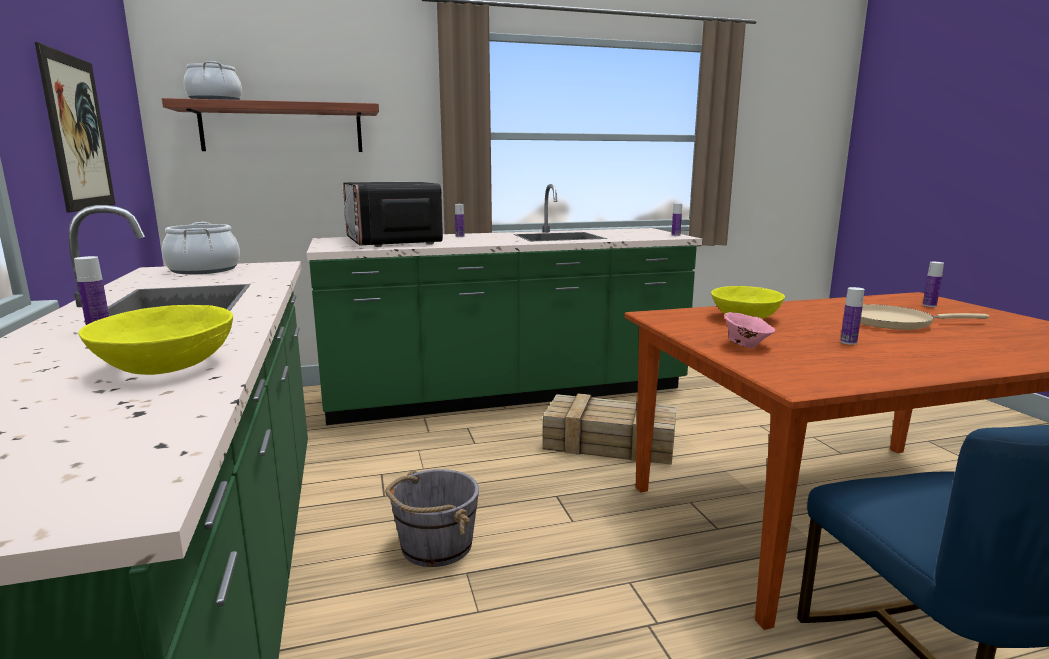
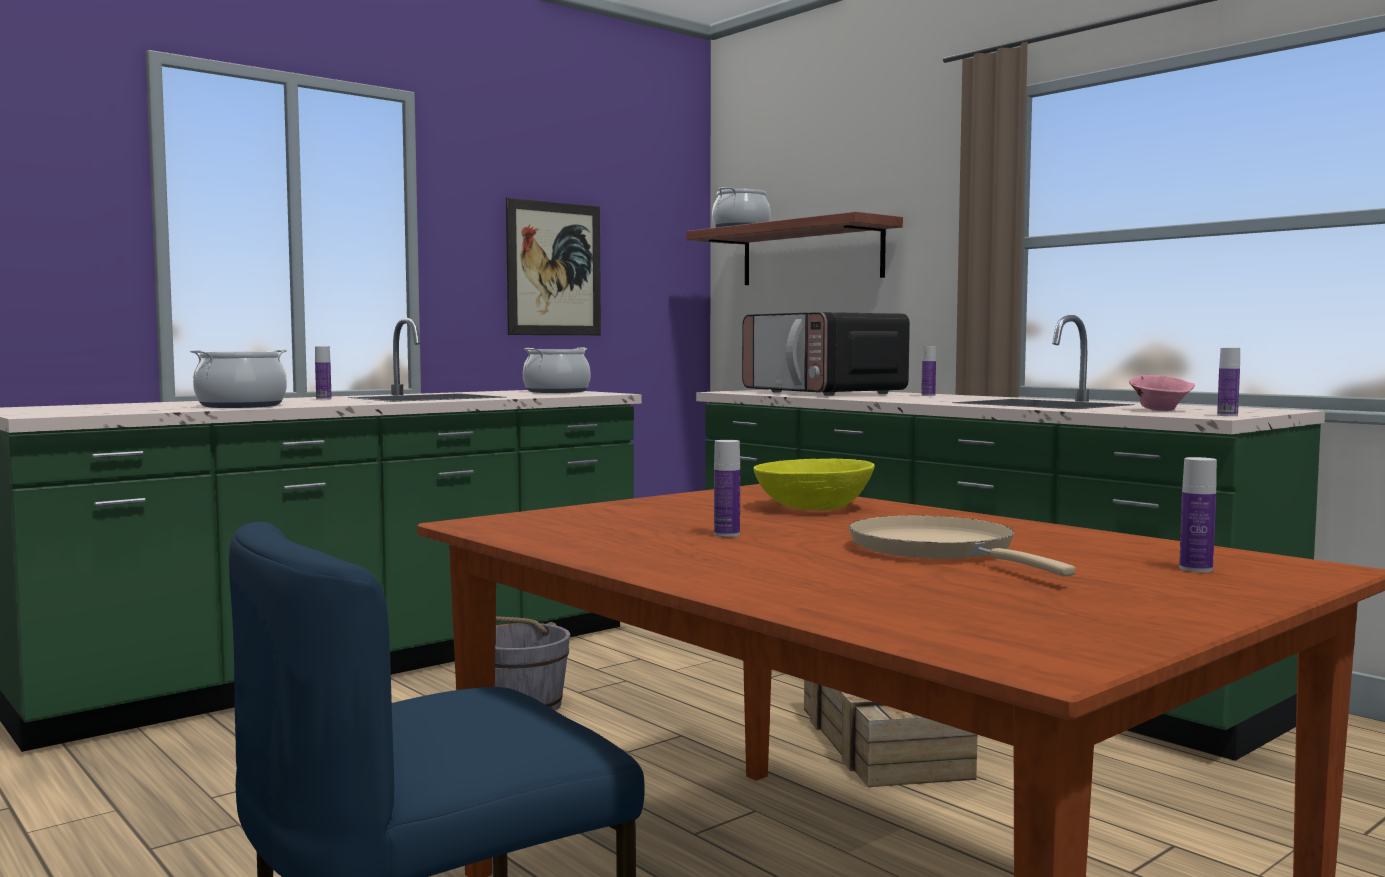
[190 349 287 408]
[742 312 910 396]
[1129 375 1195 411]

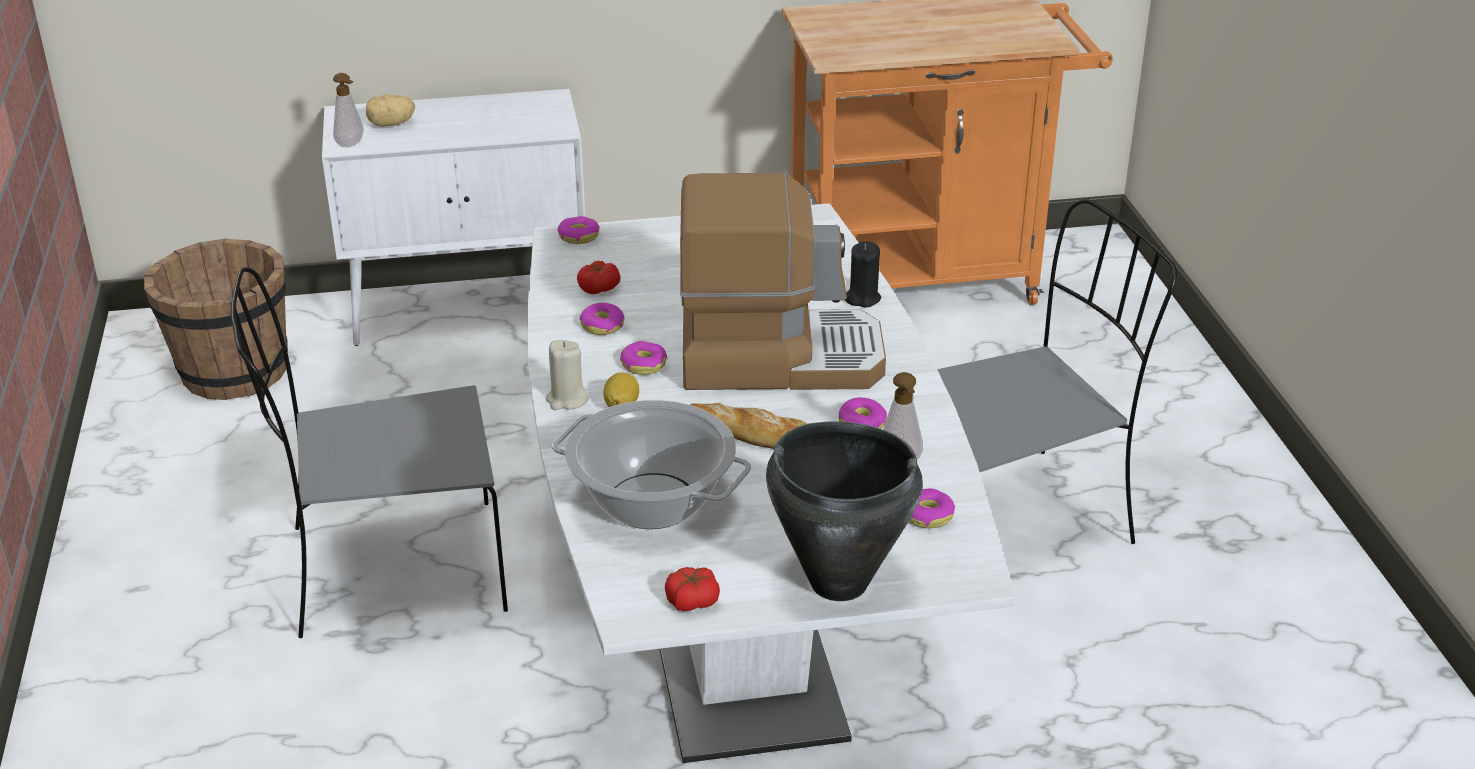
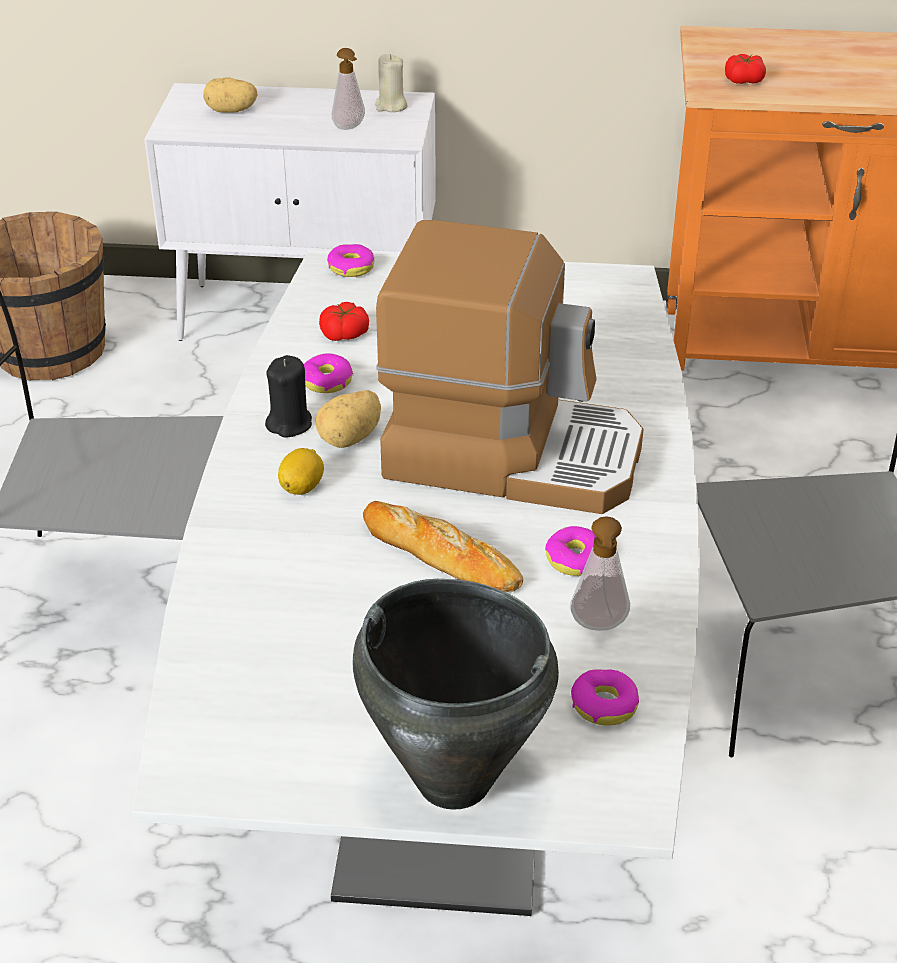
[332 48 365 130]
[375 54 408 112]
[552 400 751 529] (first image)
[316 390 381 448]
[725 54 766 84]
[265 355 312 438]

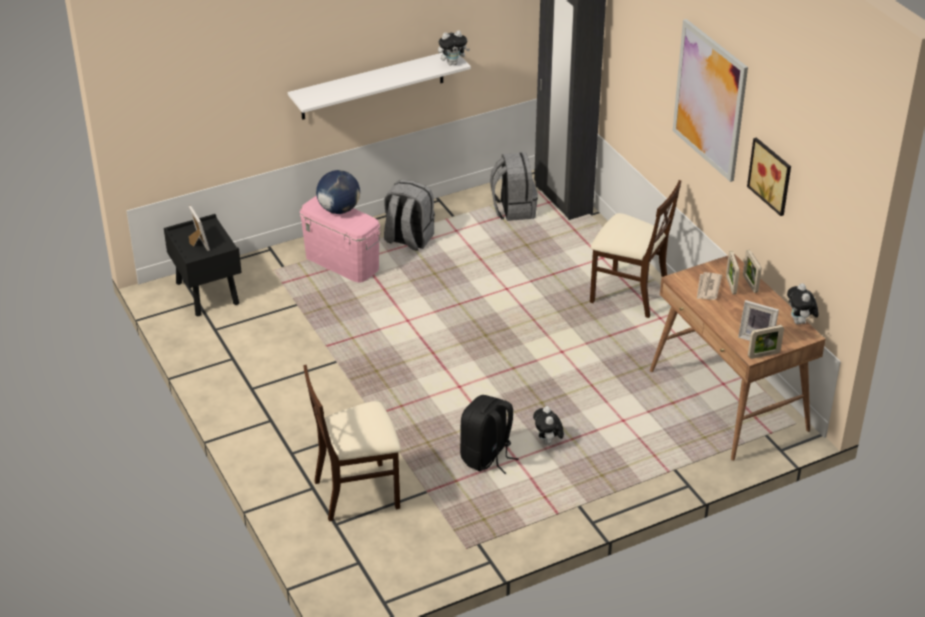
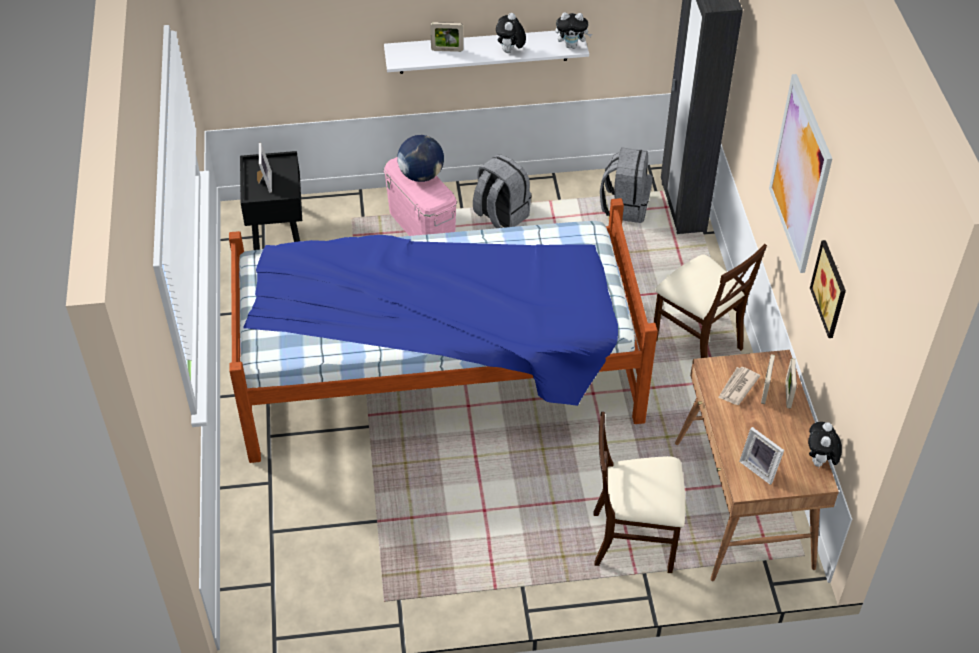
[594 412 685 573]
[460 395 519 474] (first image)
[496 13 526 53]
[430 22 464 52]
[229 198 658 463]

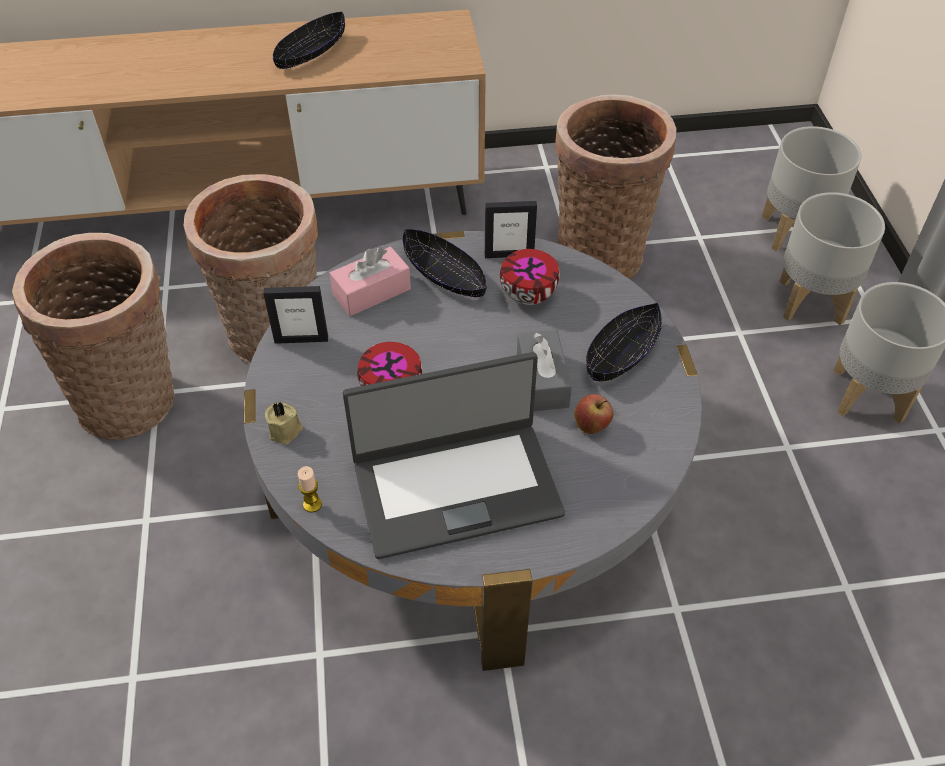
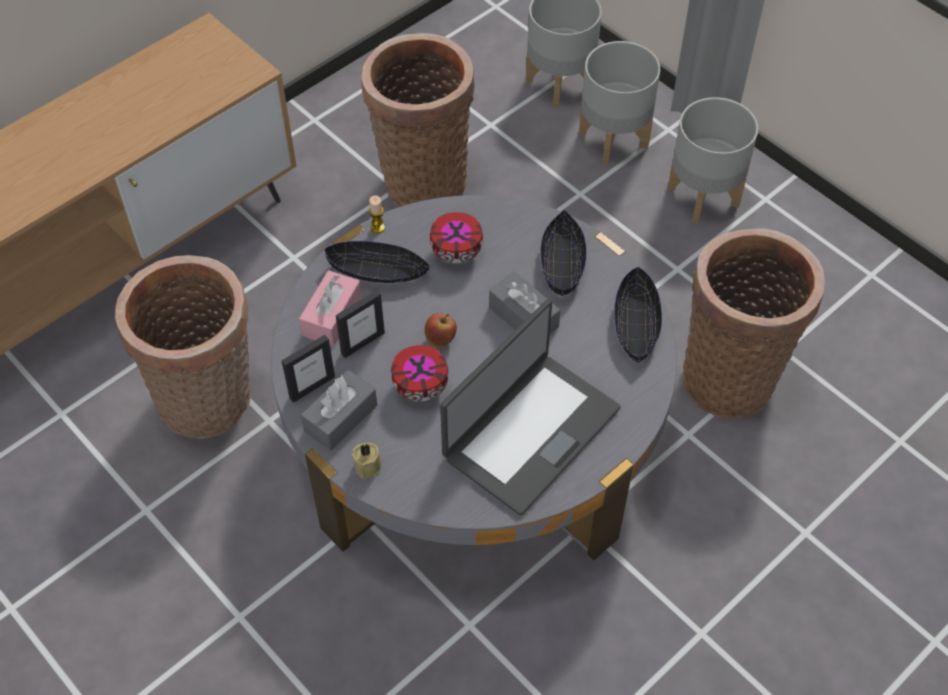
[683 229 825 419]
[614 267 662 363]
[369 195 385 233]
[336 290 385 358]
[425 313 457 347]
[301 370 377 451]

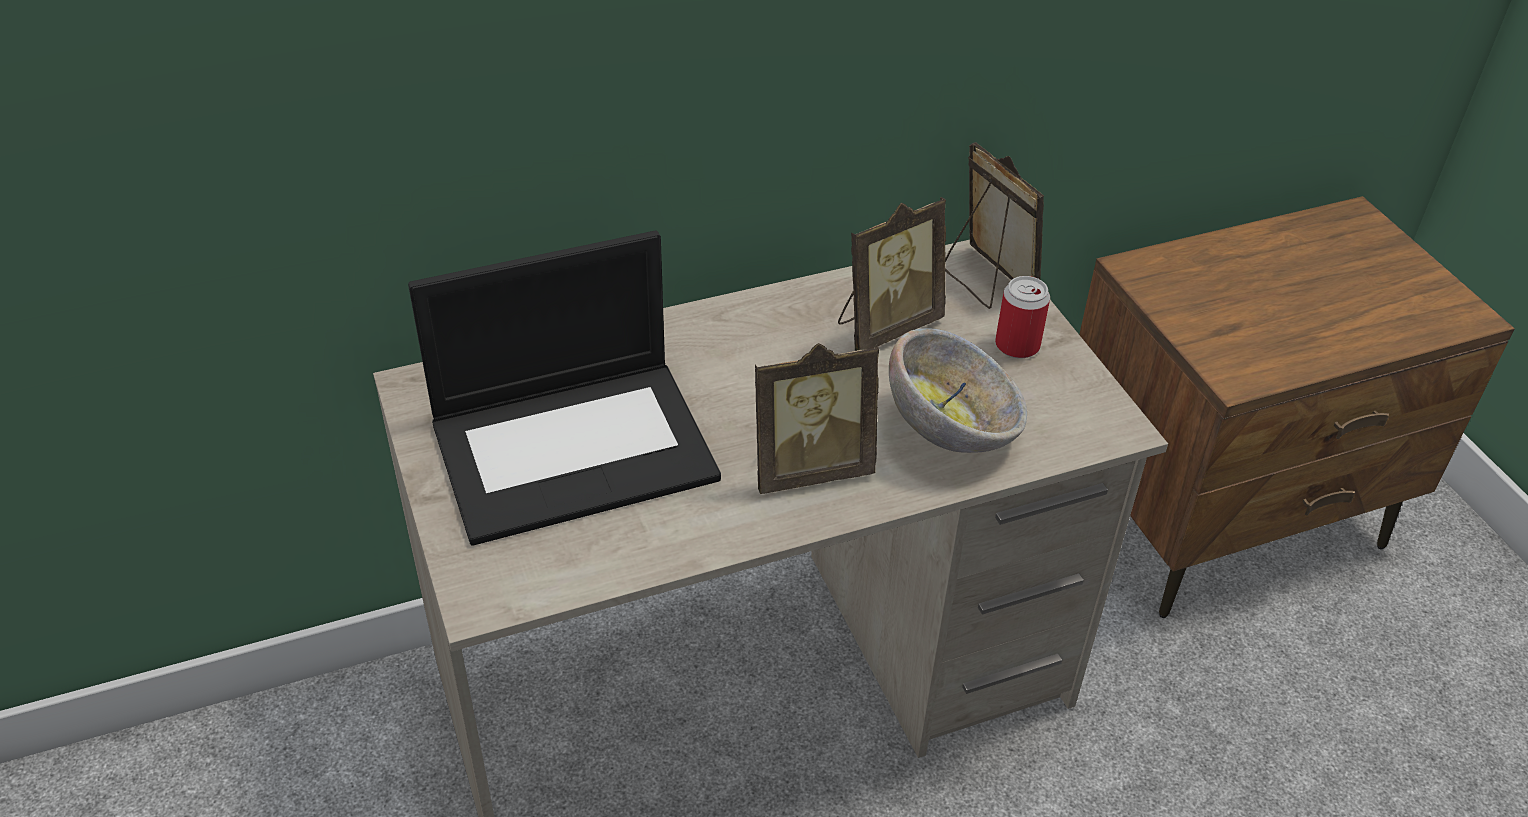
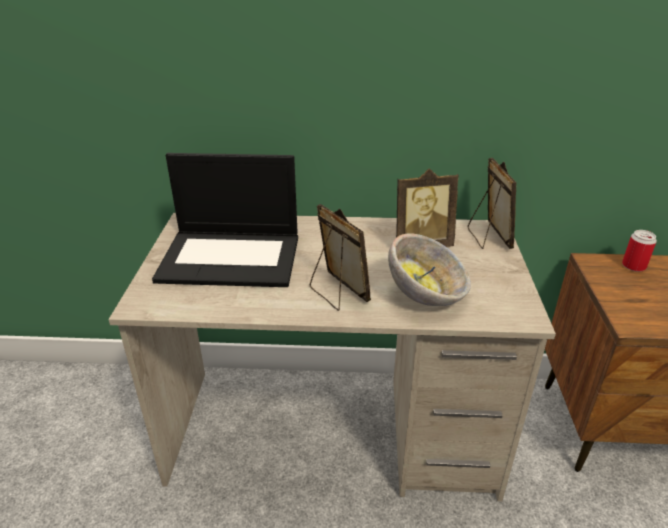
[310 204 371 311]
[622 230 657 272]

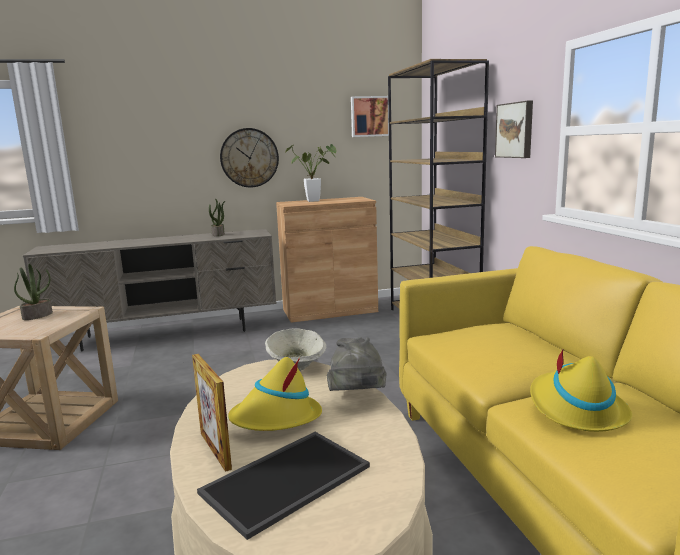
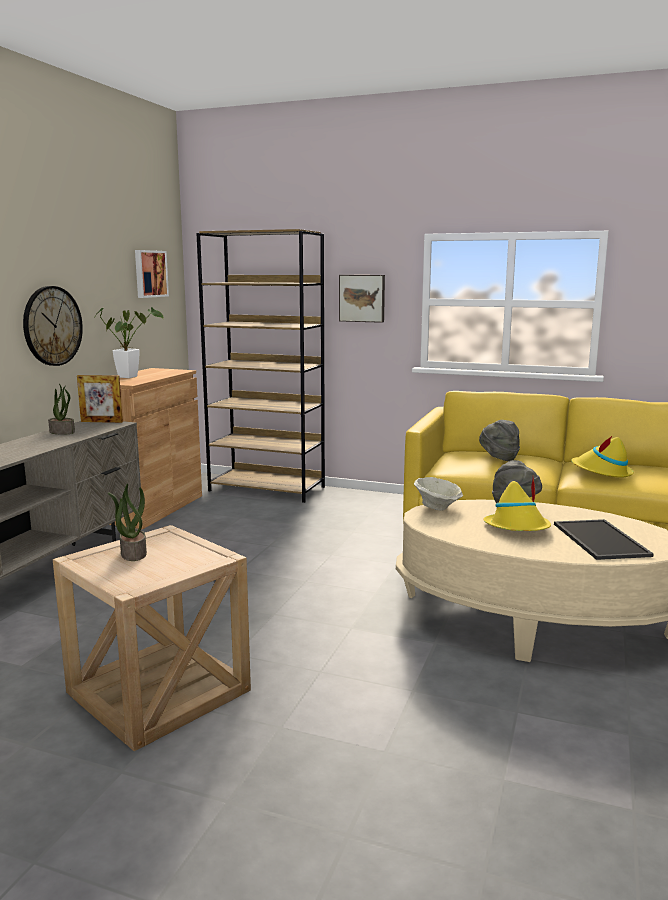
[77 375 123 423]
[479 420 520 461]

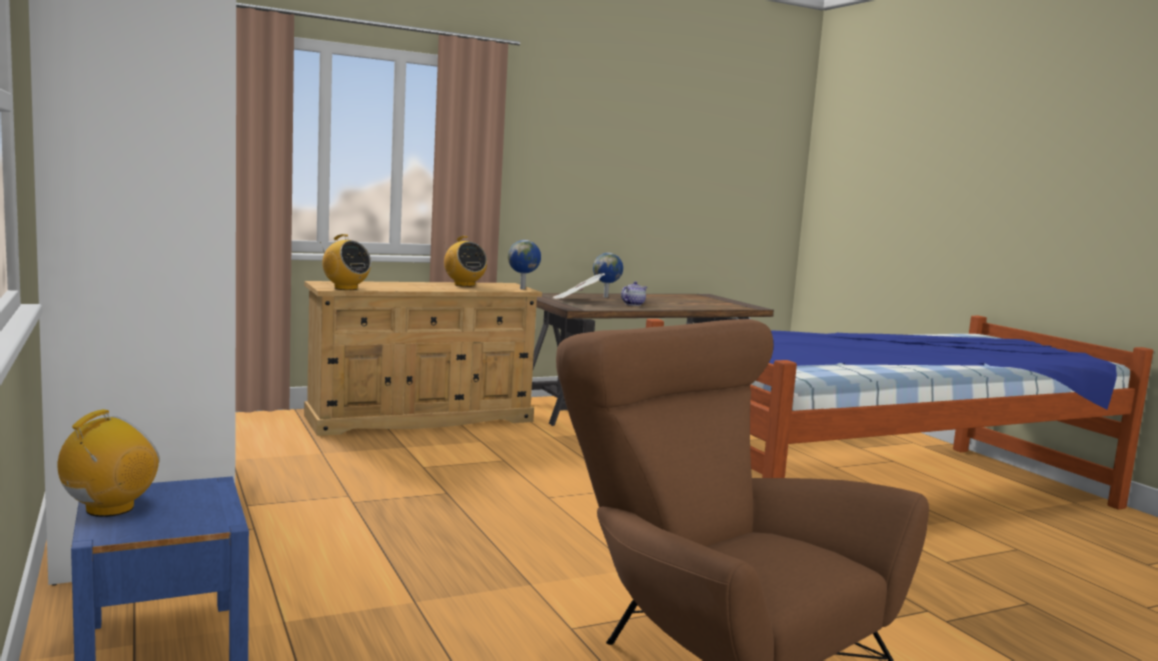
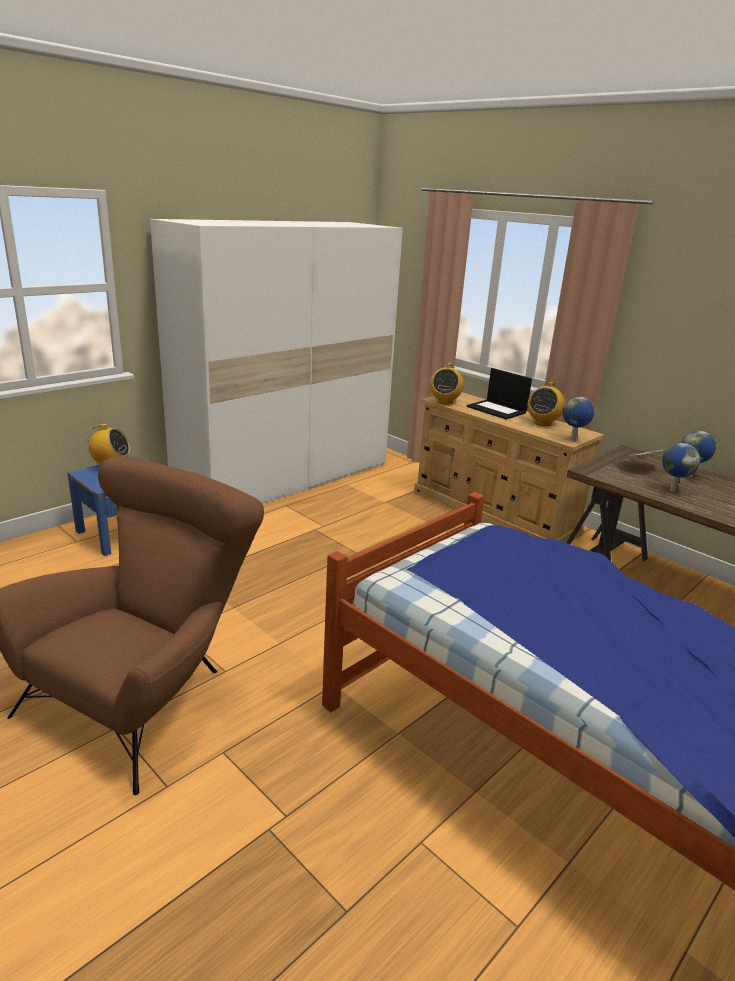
[662 443 700 492]
[466 368 532 420]

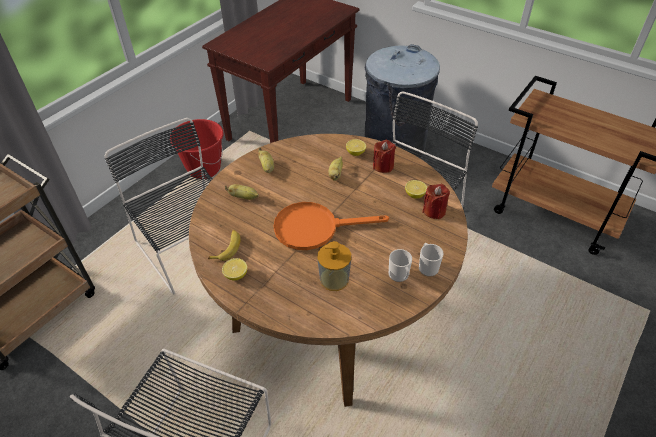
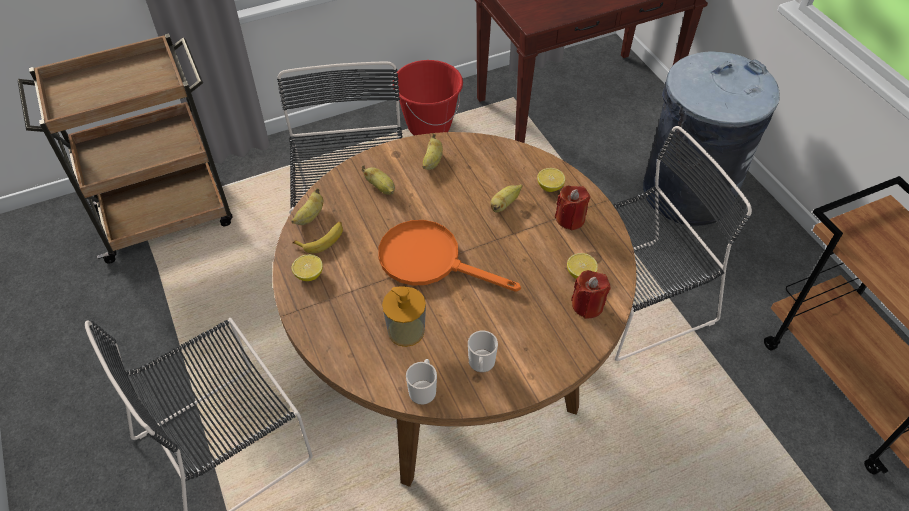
[406 359 437 405]
[291 188 323 225]

